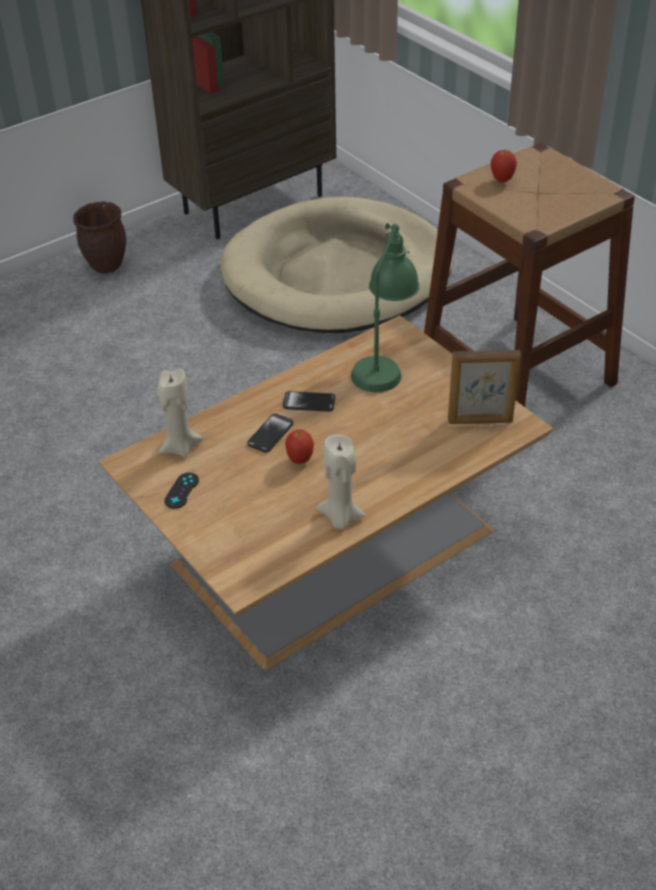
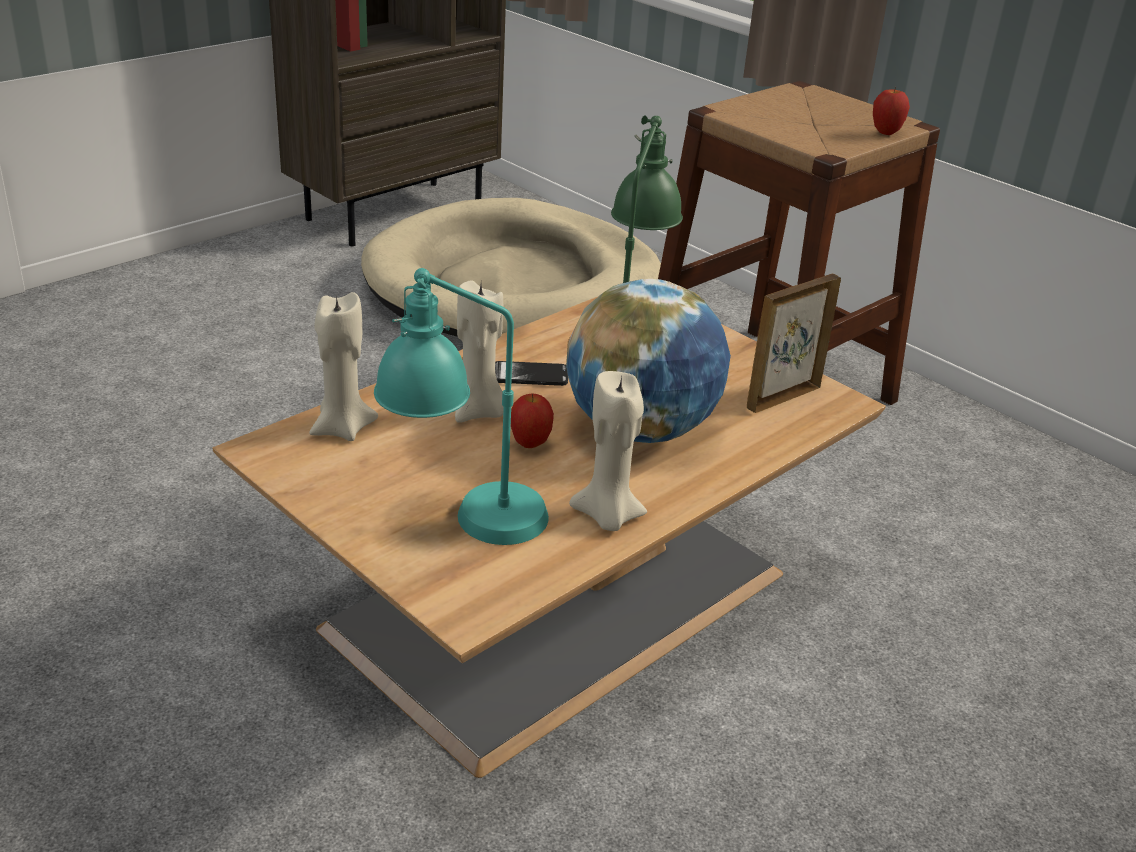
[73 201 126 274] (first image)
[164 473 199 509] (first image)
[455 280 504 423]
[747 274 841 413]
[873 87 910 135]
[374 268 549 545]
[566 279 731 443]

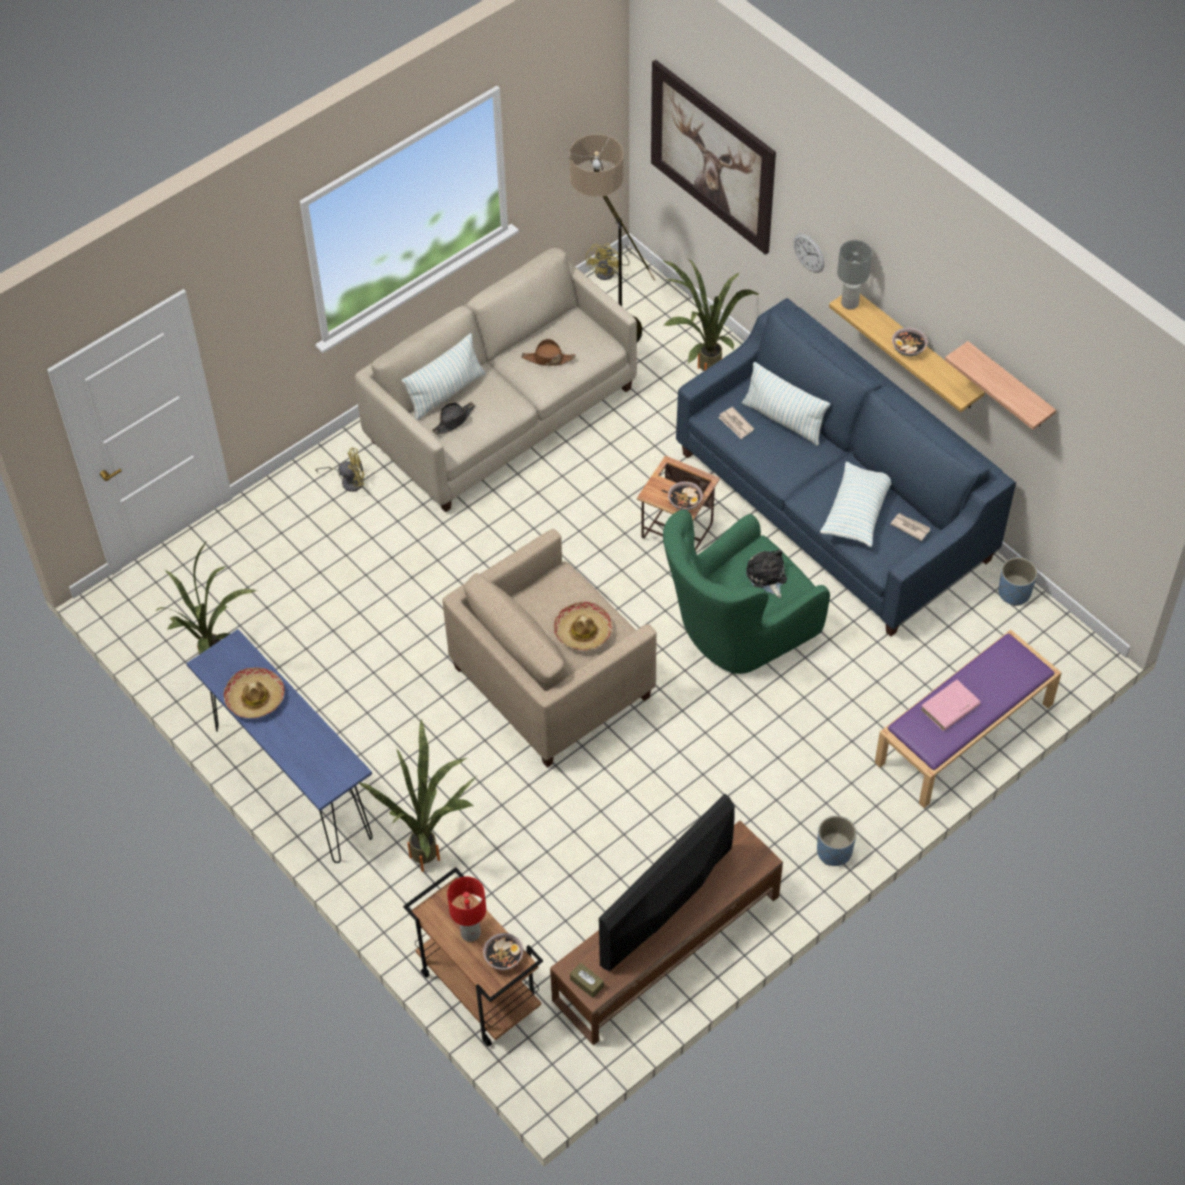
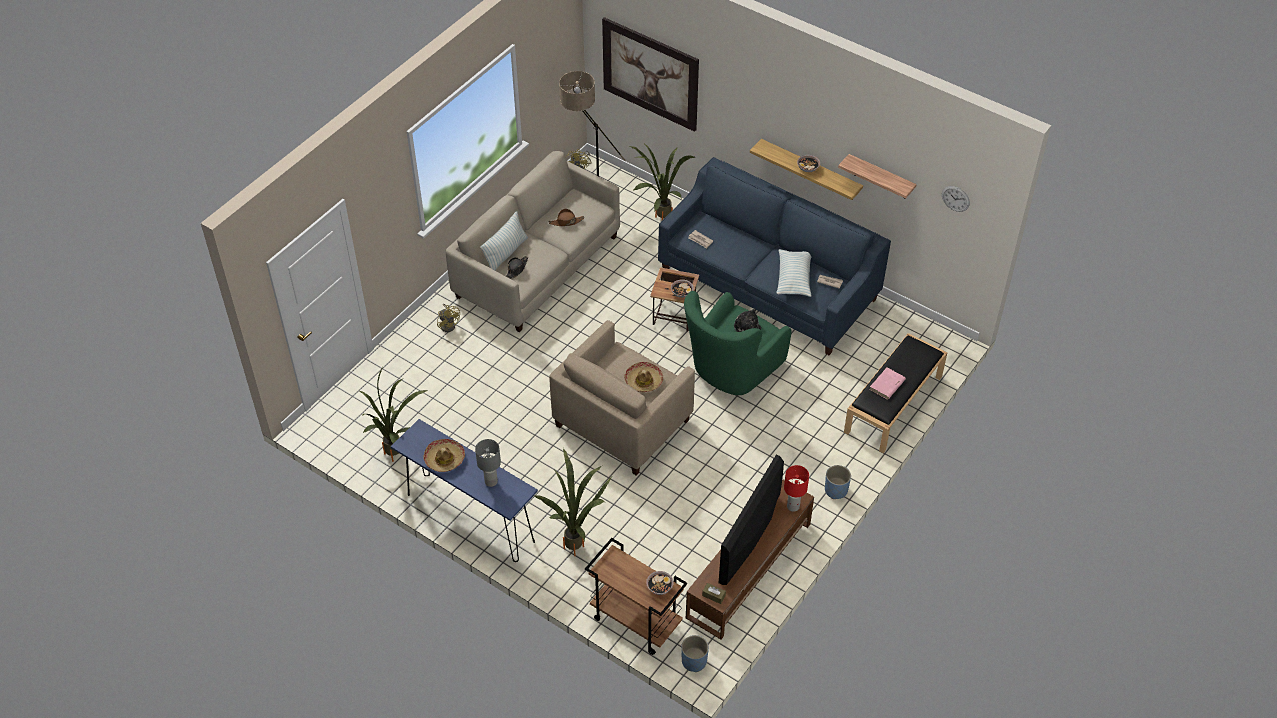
[437 304 460 332]
[784 465 809 512]
[742 362 830 446] (first image)
[942 186 970 212]
[475 439 501 487]
[844 333 948 453]
[681 635 709 672]

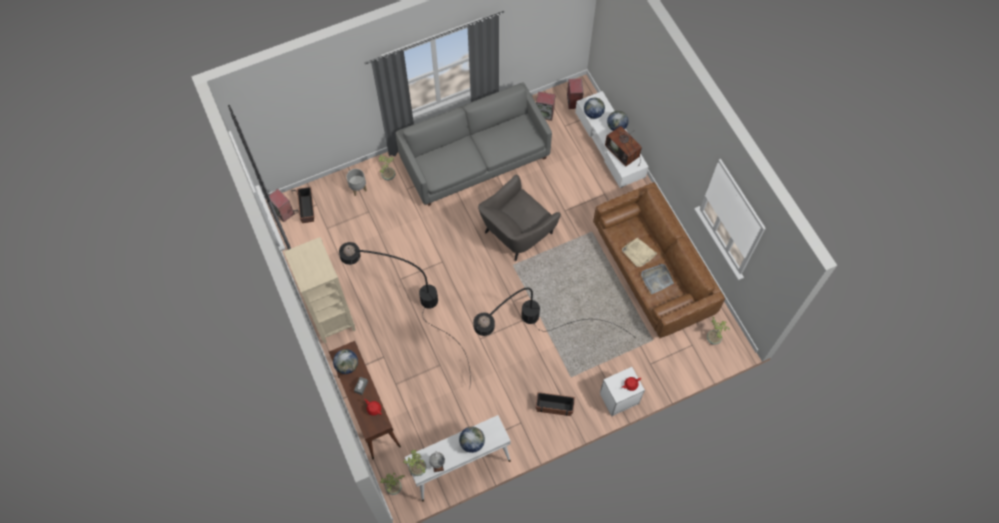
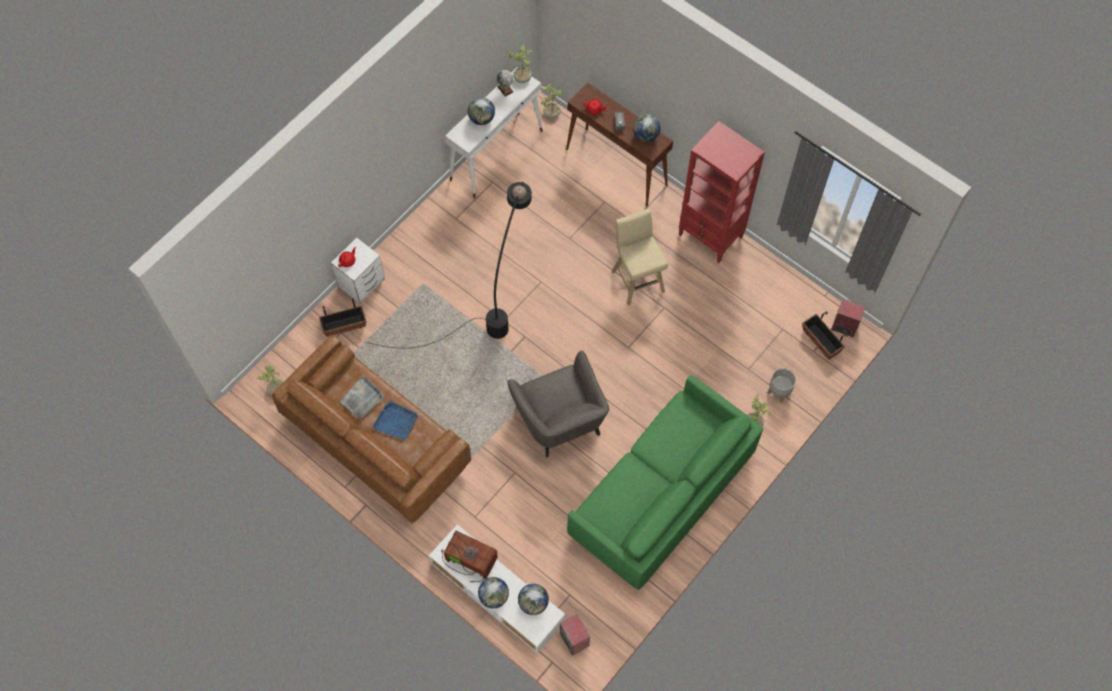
[678 121 765 263]
[612 209 668 306]
[567 375 763 590]
[507 351 609 457]
[536 92 556 121] (first image)
[319 298 366 337]
[373 401 418 440]

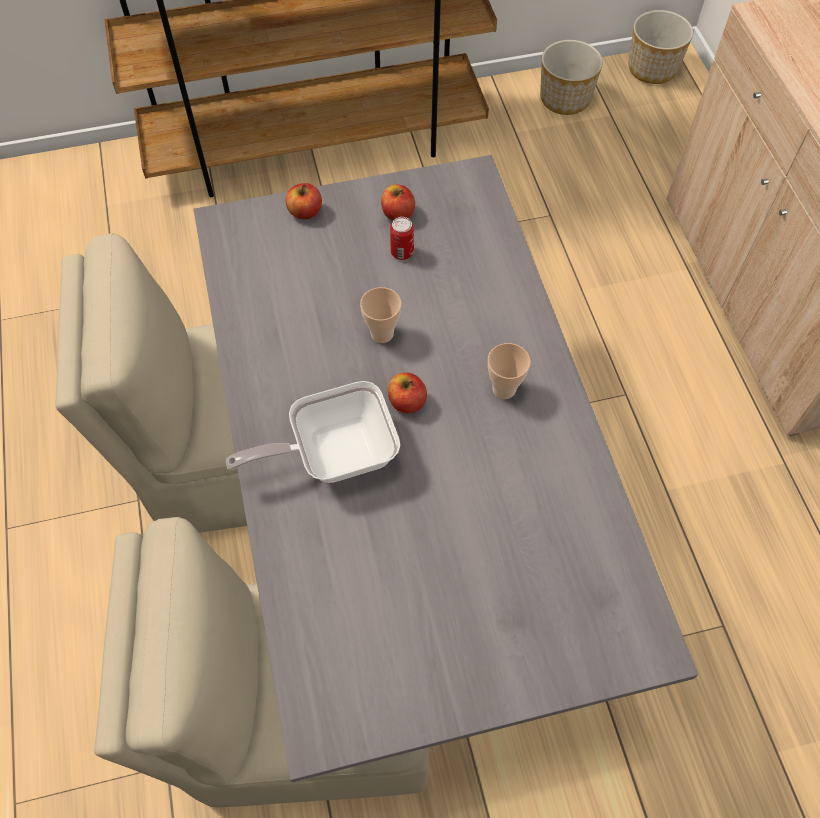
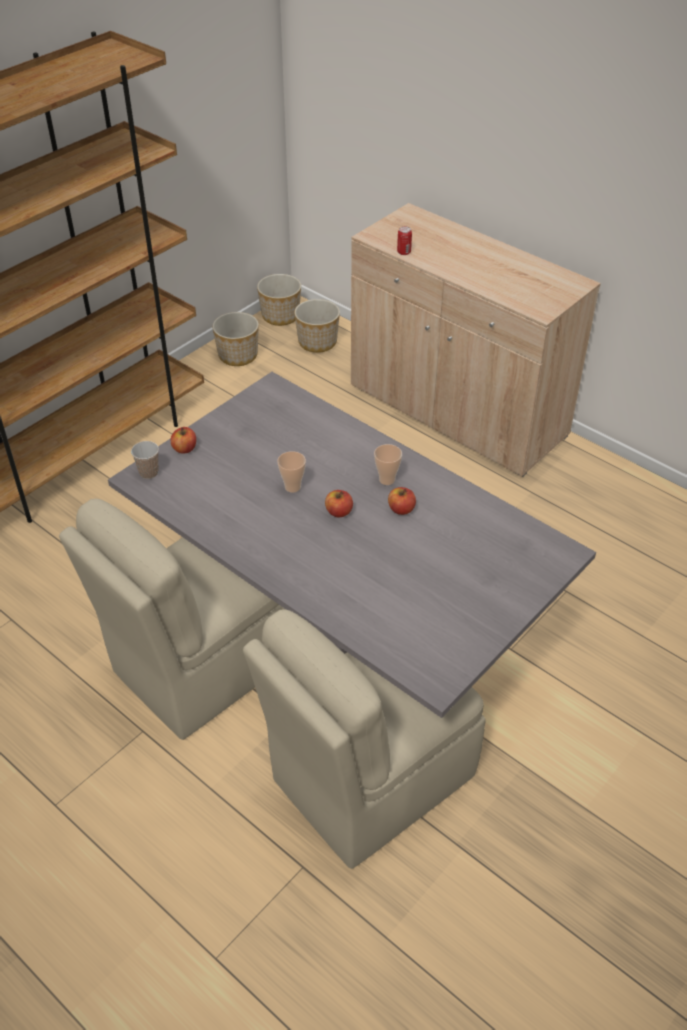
[226 381 400 483] (first image)
[388 487 416 515]
[397 226 412 255]
[131 441 159 479]
[294 299 340 353]

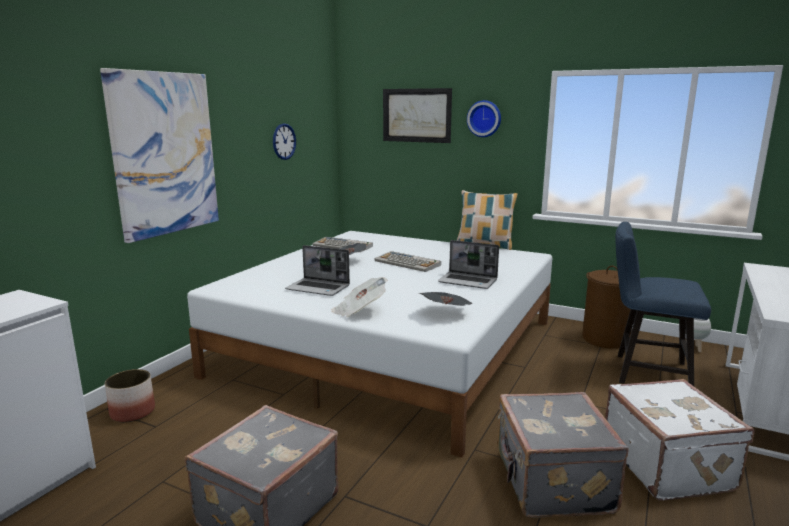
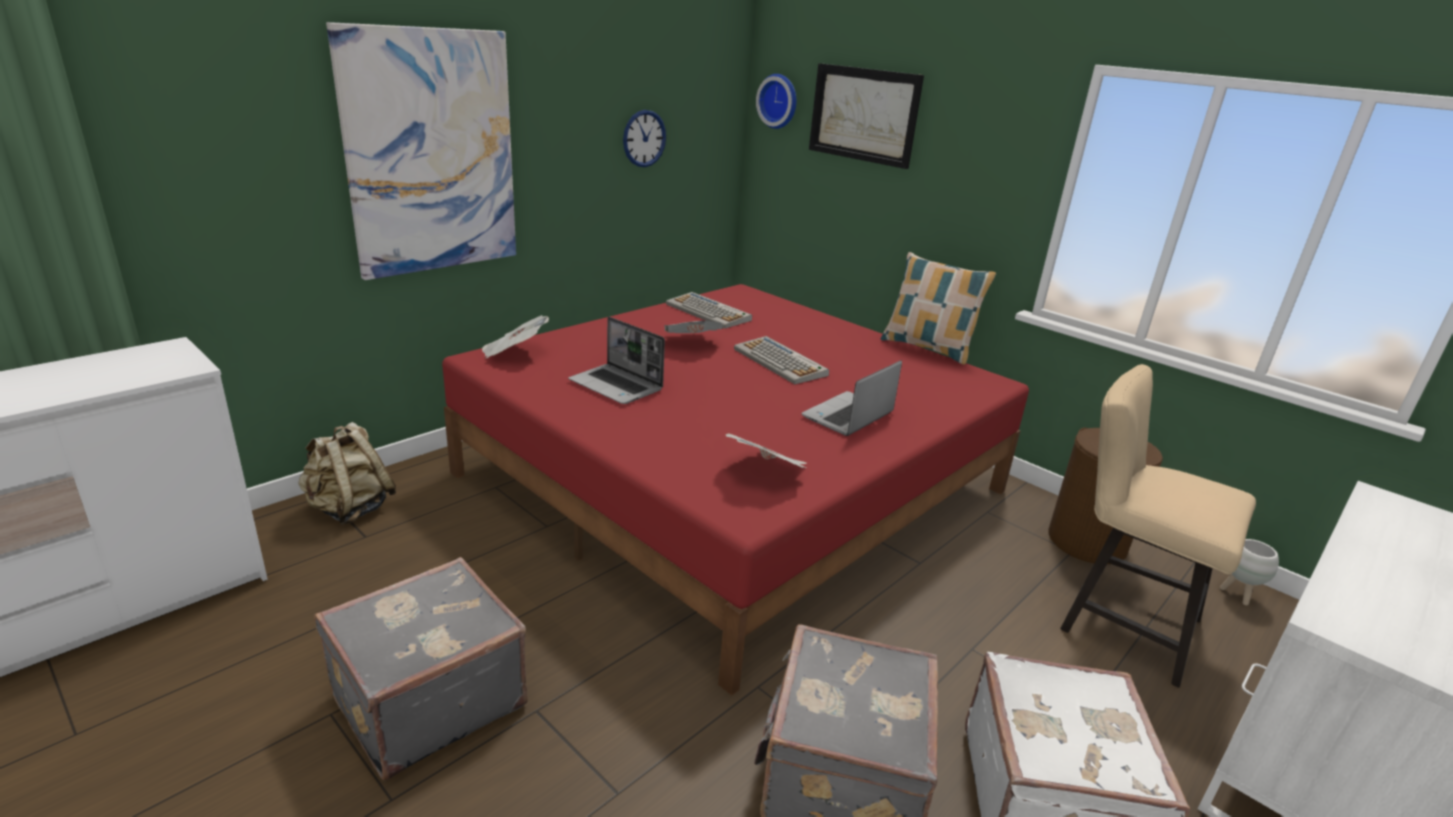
[298 422 396 525]
[442 284 1029 695]
[482 315 549 358]
[801 361 902 436]
[756 74 796 129]
[1060 364 1256 688]

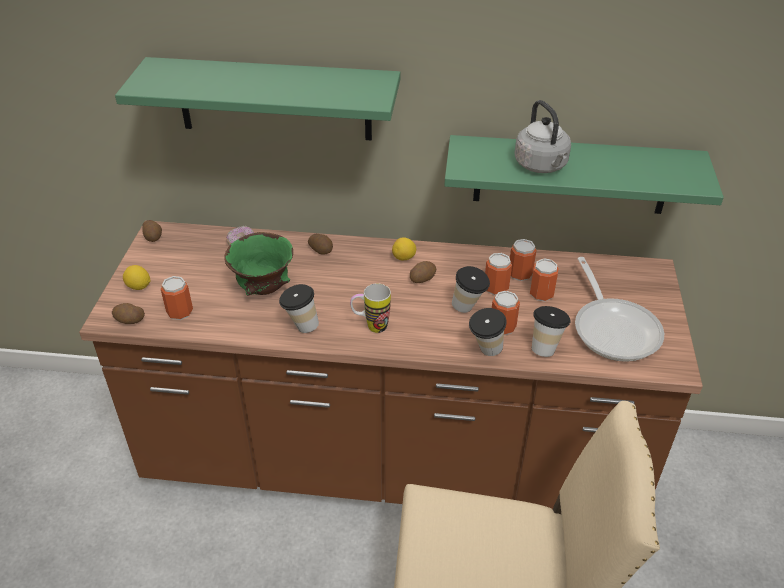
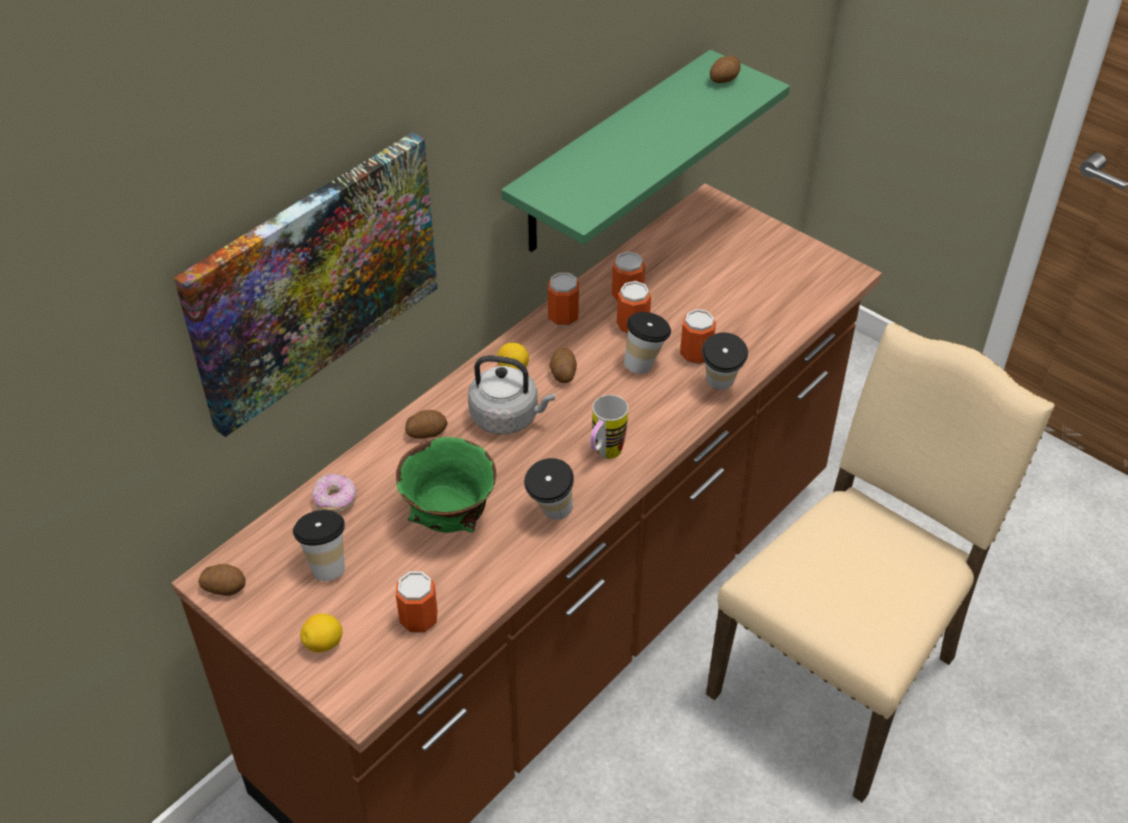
[710 55 741 83]
[174 132 438 437]
[468 355 555 434]
[548 272 579 326]
[293 510 345 581]
[575 257 664 362] (first image)

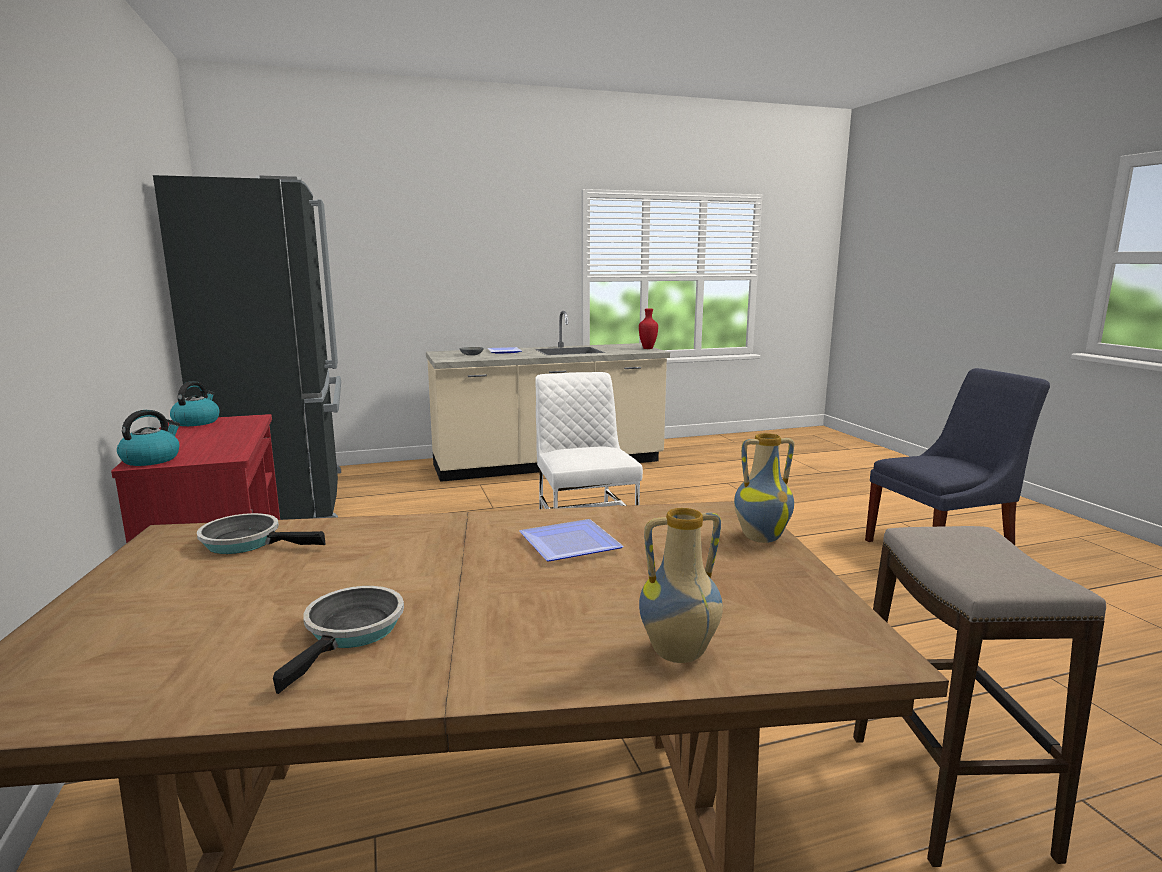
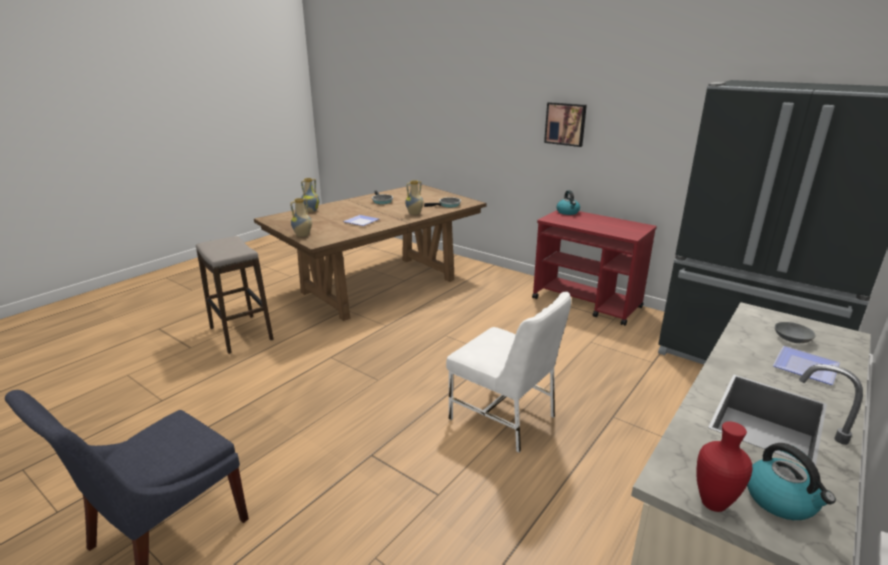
[747 443 836 520]
[405 180 424 215]
[544 102 587 147]

